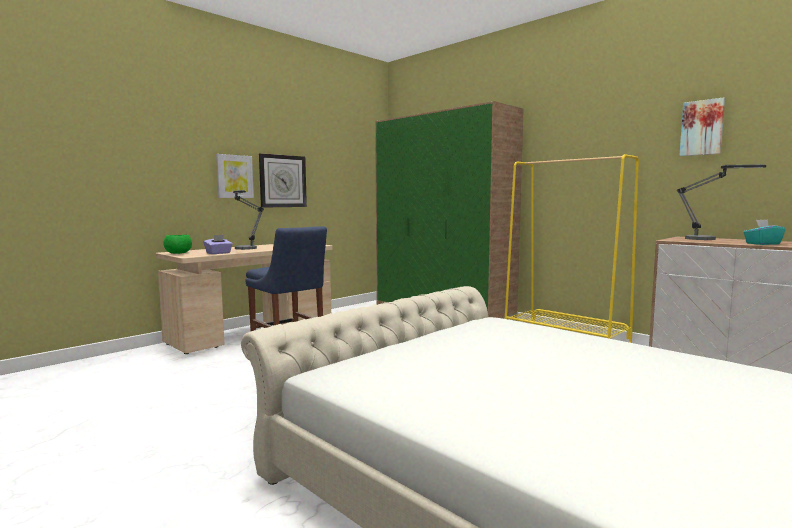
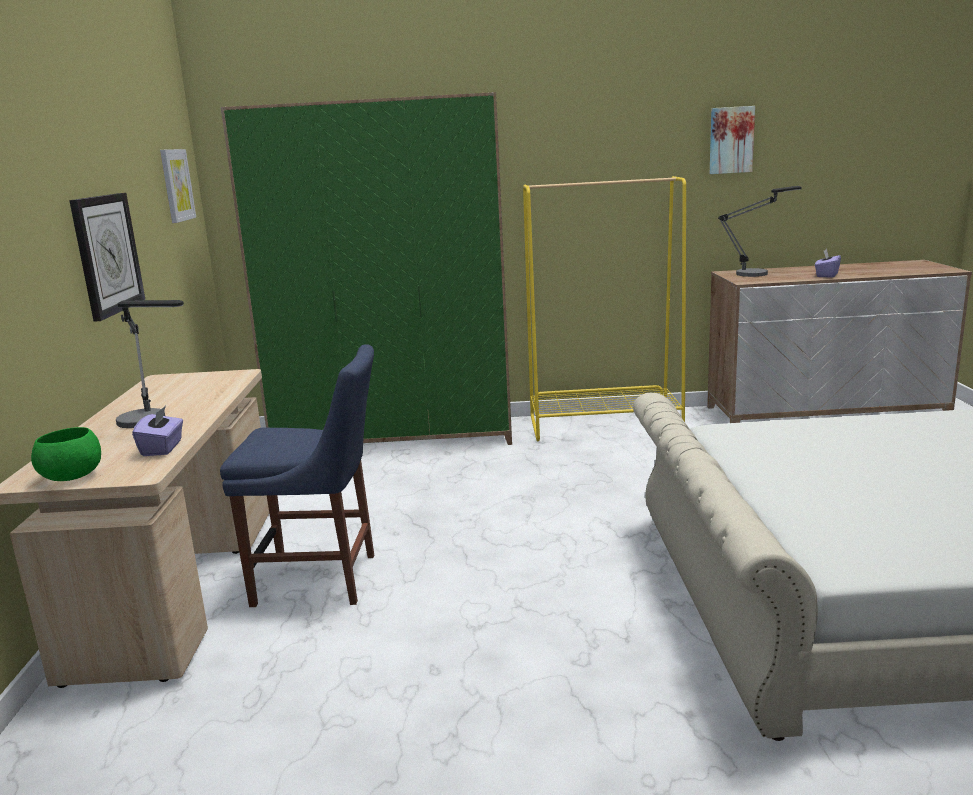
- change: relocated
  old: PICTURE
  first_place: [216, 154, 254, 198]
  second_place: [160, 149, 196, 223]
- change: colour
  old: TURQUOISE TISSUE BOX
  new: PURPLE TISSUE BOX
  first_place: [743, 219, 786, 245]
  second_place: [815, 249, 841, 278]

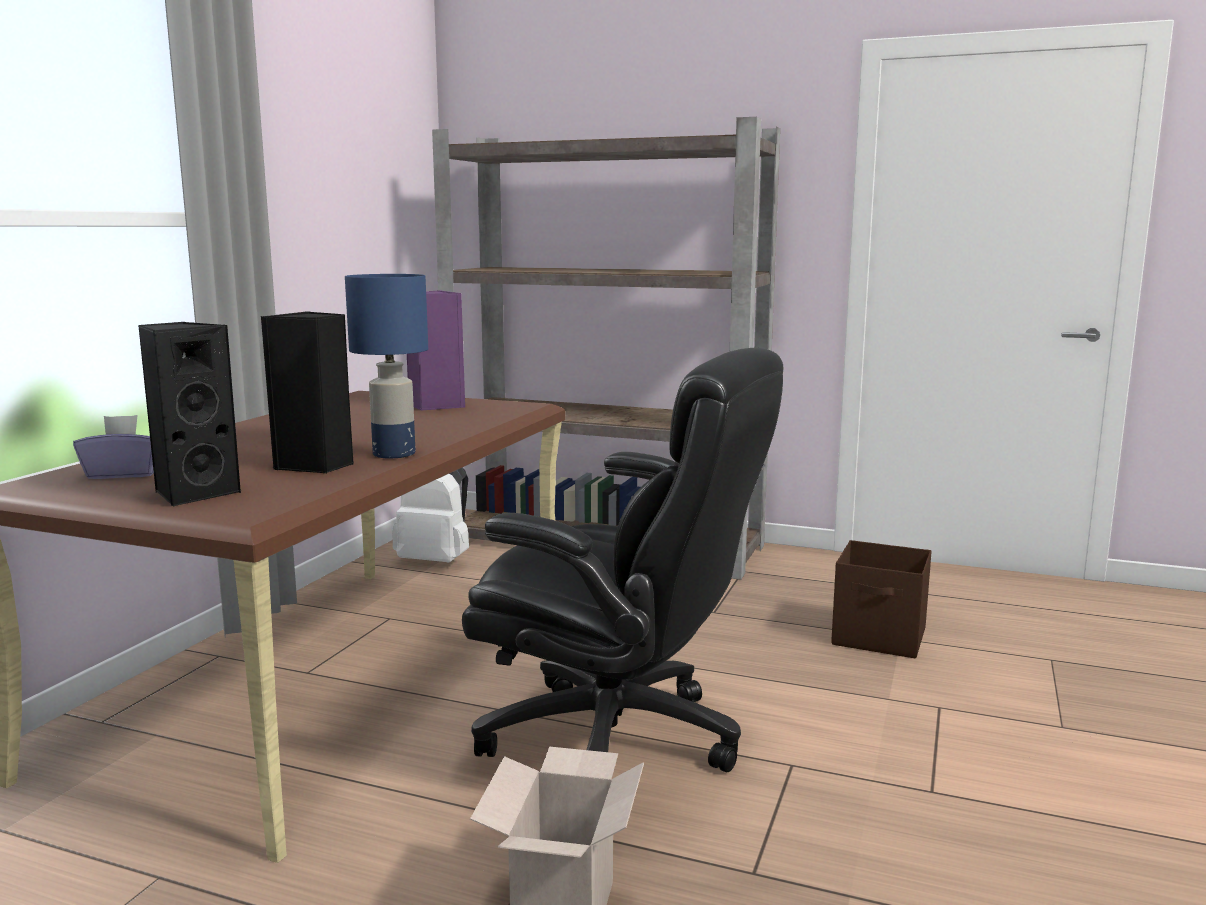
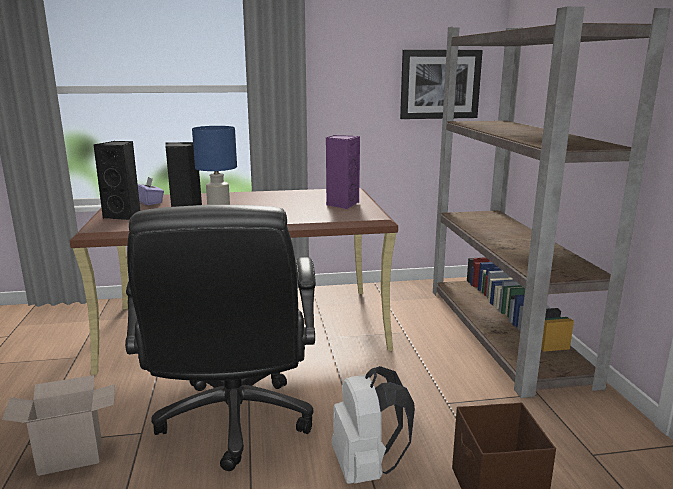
- change: relocated
  old: WHITE BACKPACK
  first_place: [392, 468, 469, 562]
  second_place: [331, 366, 415, 484]
- change: appeared
  new: PICTURE
  second_place: [400, 50, 483, 119]

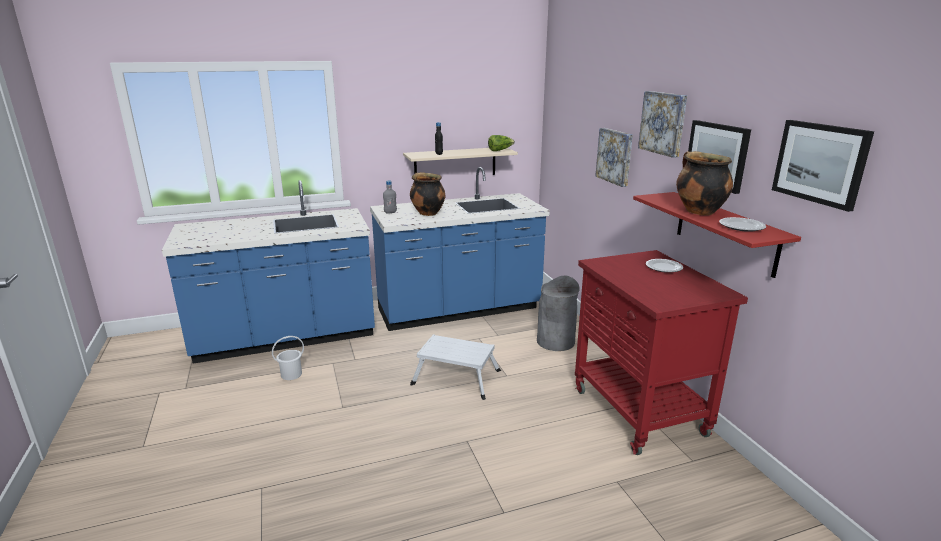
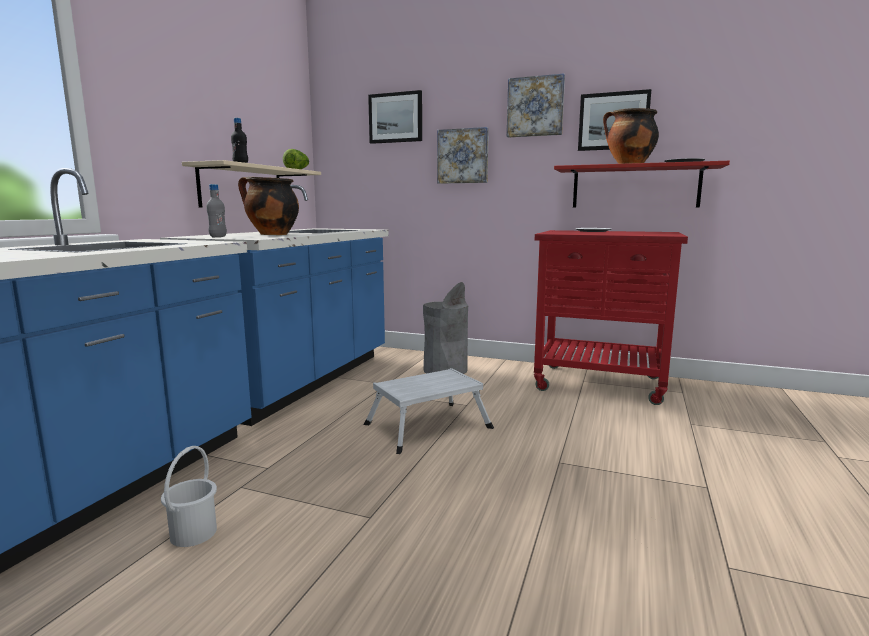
- change: relocated
  old: PICTURE
  first_place: [772, 120, 874, 212]
  second_place: [368, 90, 422, 144]

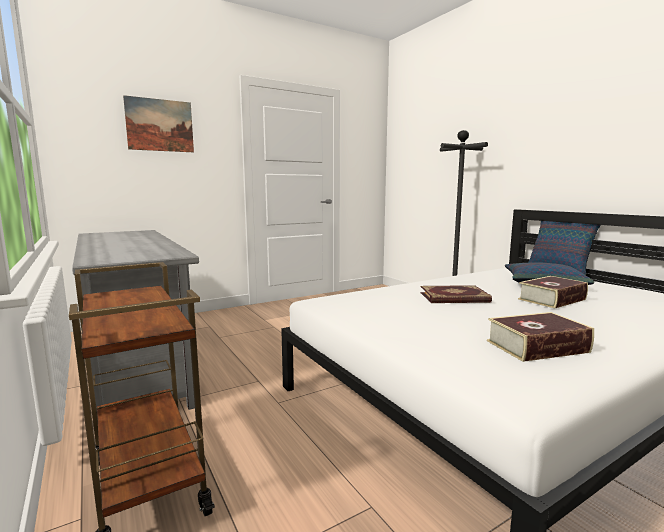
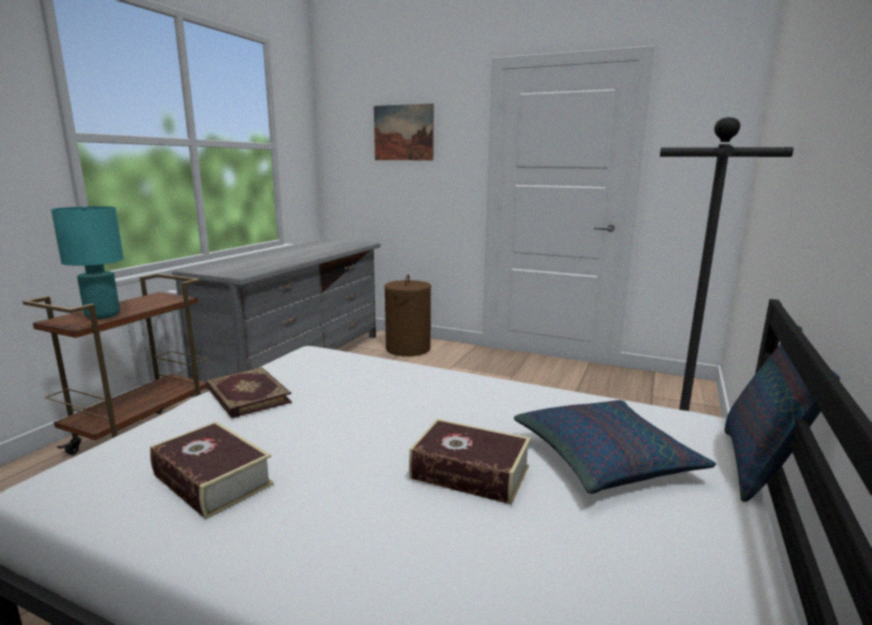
- change: relocated
  old: BOOK
  first_place: [420, 285, 492, 303]
  second_place: [206, 367, 292, 418]
- change: appeared
  new: TURQUOISE TABLE LAMP
  second_place: [51, 206, 124, 319]
- change: appeared
  new: BROWN LAUNDRY BASKET
  second_place: [384, 274, 431, 357]

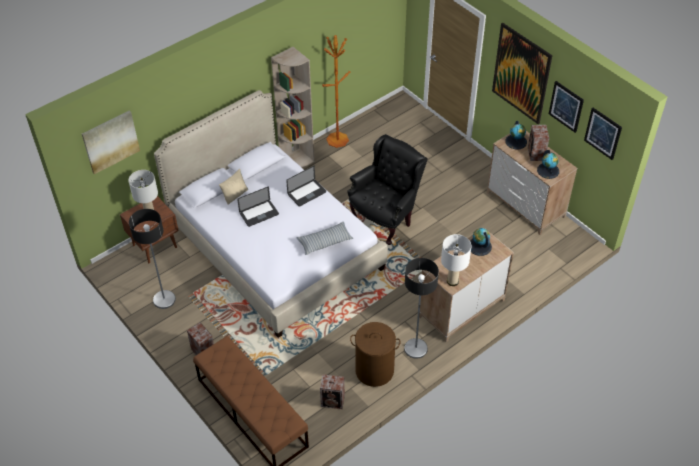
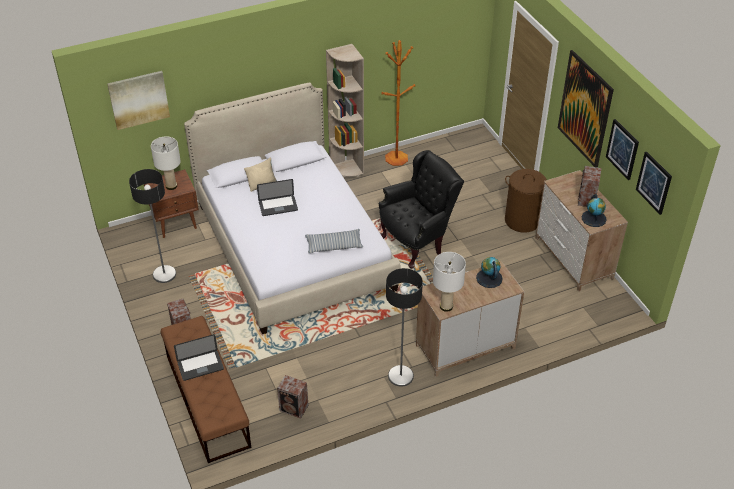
- change: relocated
  old: LAPTOP
  first_place: [286, 166, 326, 207]
  second_place: [174, 334, 224, 381]
- change: relocated
  old: BROWN LAUNDRY BASKET
  first_place: [350, 322, 401, 387]
  second_place: [505, 169, 547, 233]
- change: missing
  old: GLOBE
  first_place: [505, 121, 527, 150]

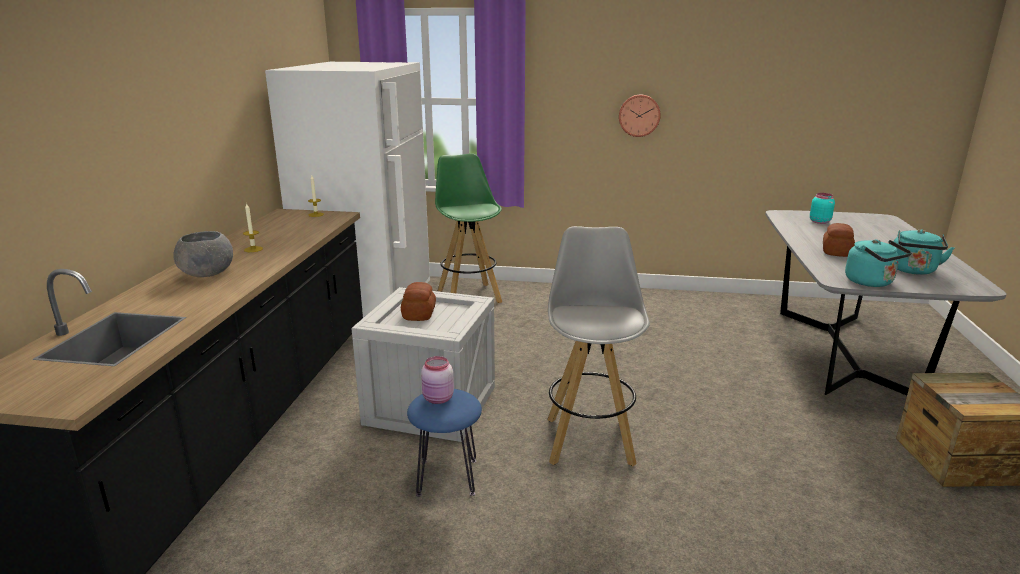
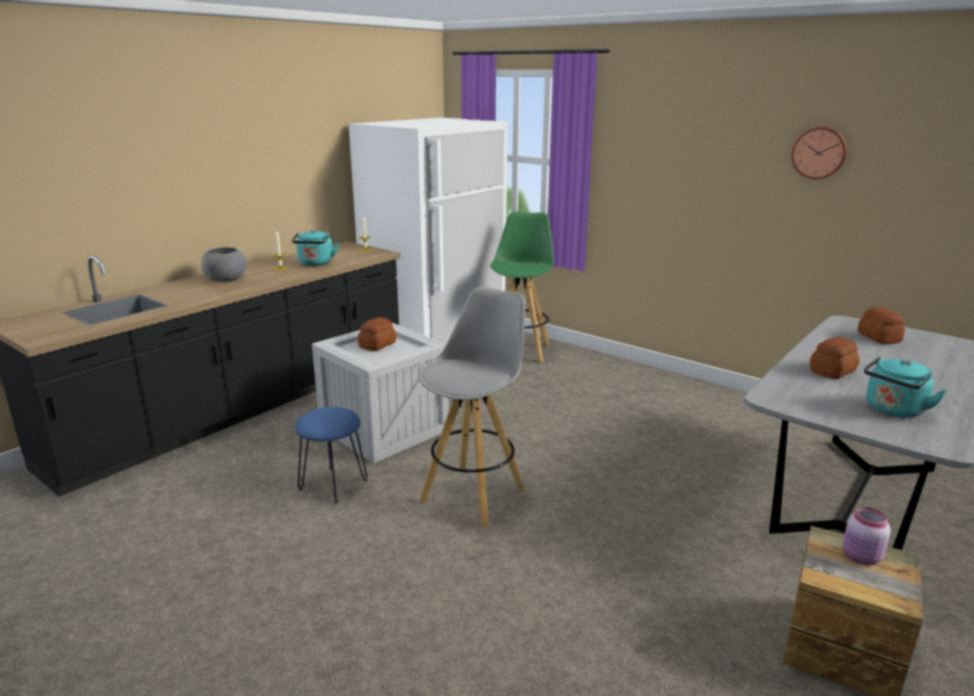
- change: relocated
  old: PINK JAR
  first_place: [421, 356, 454, 404]
  second_place: [843, 507, 891, 565]
- change: relocated
  old: WALL CLOCK
  first_place: [619, 95, 661, 137]
  second_place: [791, 127, 847, 179]
- change: exchanged
  old: TURQUOISE JAR
  new: BREAD
  first_place: [810, 193, 835, 224]
  second_place: [858, 307, 905, 344]
- change: relocated
  old: TURQUOISE KETTLE
  first_place: [845, 239, 912, 287]
  second_place: [292, 230, 339, 266]

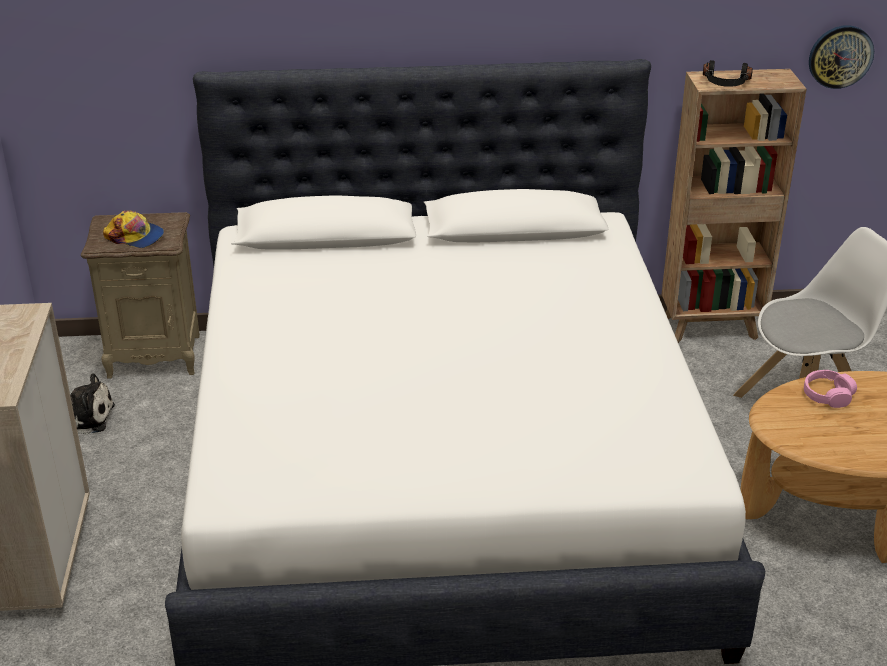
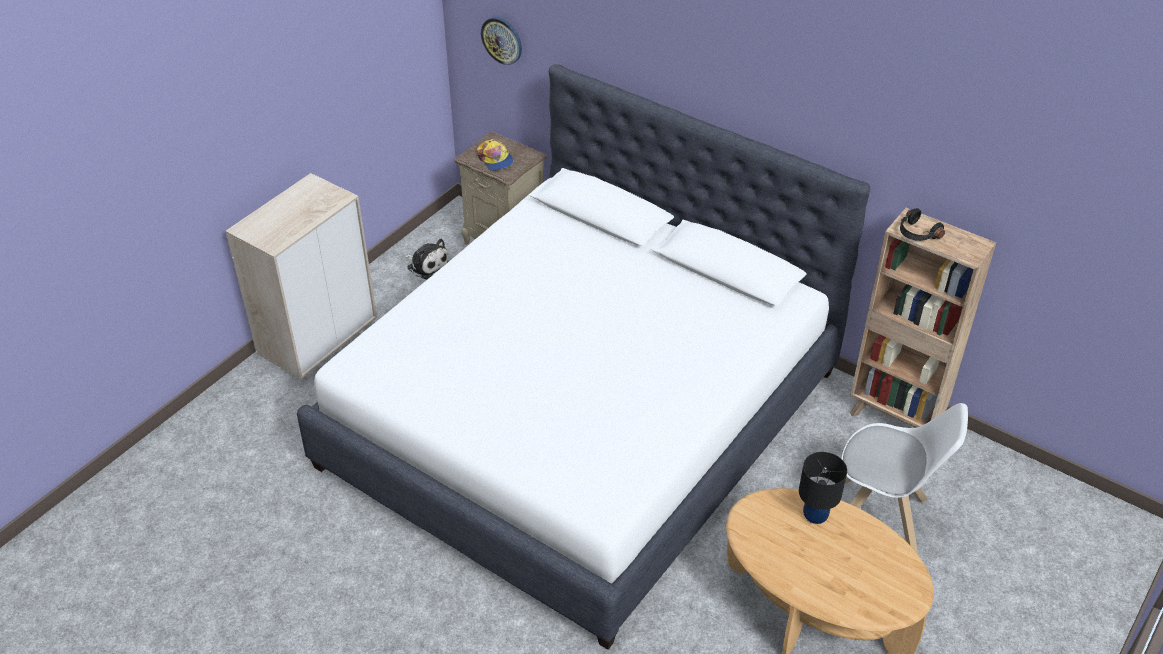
- change: exchanged
  old: PINK HEADPHONES
  new: BLACK TABLE LAMP
  first_place: [804, 370, 857, 408]
  second_place: [799, 452, 847, 524]
- change: relocated
  old: WALL CLOCK
  first_place: [809, 25, 874, 89]
  second_place: [481, 17, 522, 65]

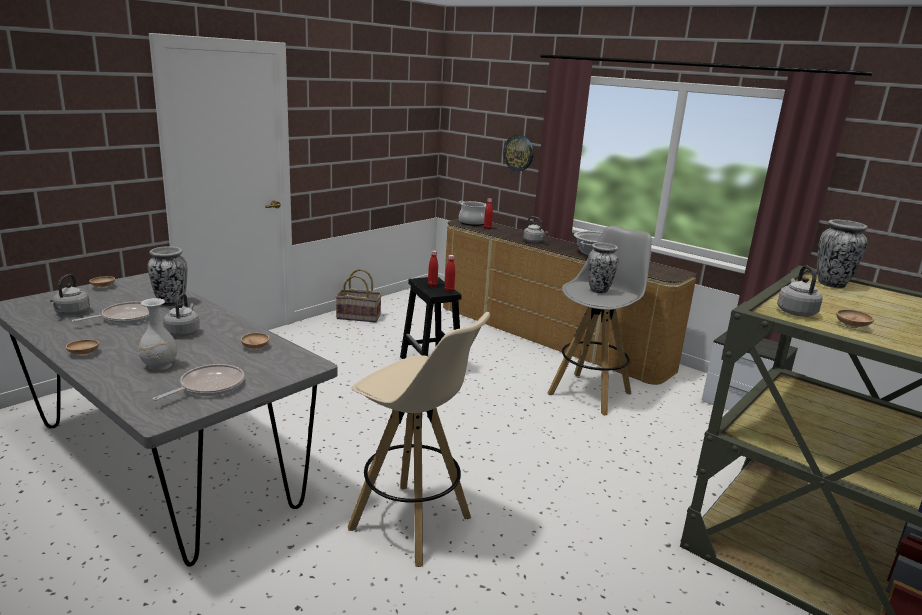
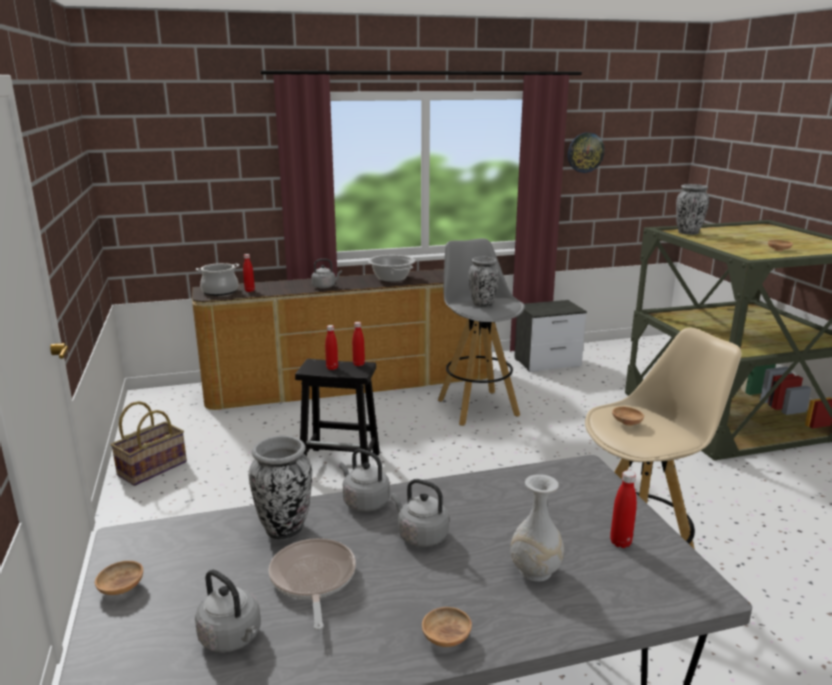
- change: exchanged
  old: FRYING PAN
  new: RED BOTTLE
  first_place: [153, 364, 244, 401]
  second_place: [610, 470, 637, 548]
- change: relocated
  old: BROWN BOWL
  first_place: [241, 333, 270, 350]
  second_place: [612, 407, 644, 426]
- change: relocated
  old: WALL CLOCK
  first_place: [503, 135, 534, 171]
  second_place: [568, 132, 604, 173]
- change: relocated
  old: GREY KETTLE
  first_place: [777, 265, 823, 316]
  second_place: [339, 449, 390, 512]

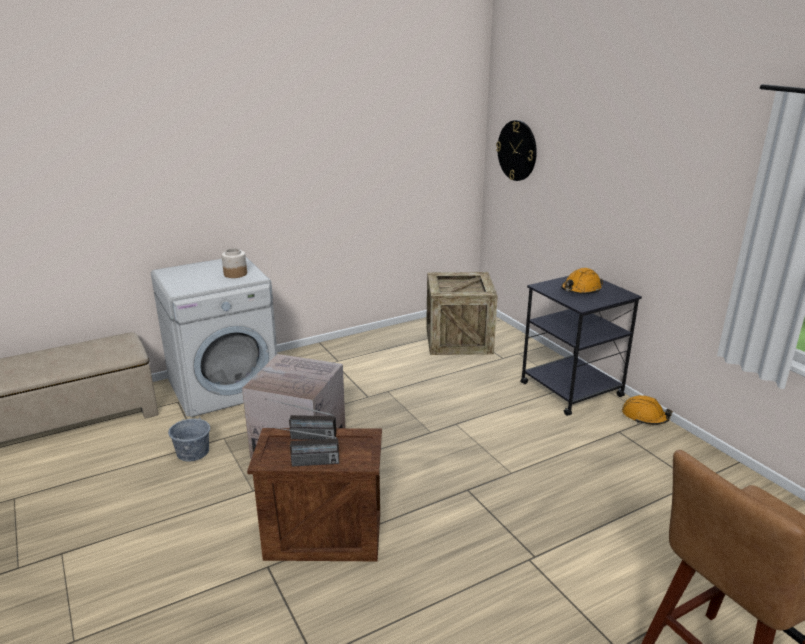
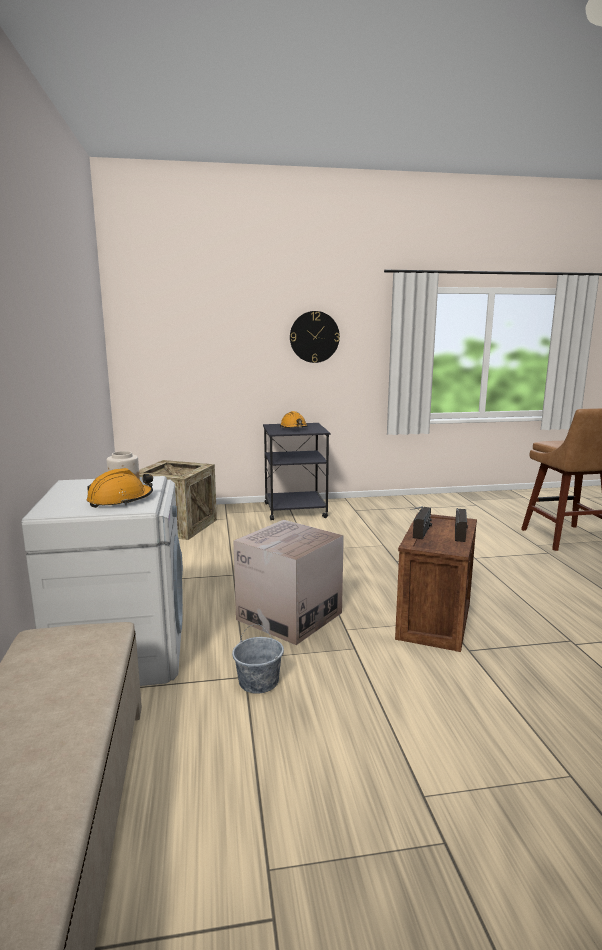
- change: relocated
  old: WALL CLOCK
  first_place: [496, 120, 537, 181]
  second_place: [290, 311, 340, 363]
- change: relocated
  old: ORANGE HARD HAT
  first_place: [622, 395, 673, 425]
  second_place: [87, 468, 153, 508]

